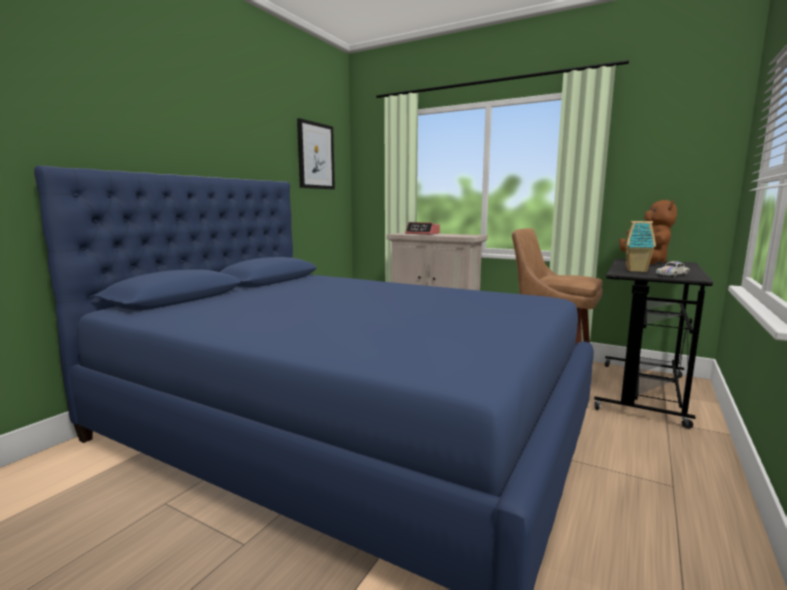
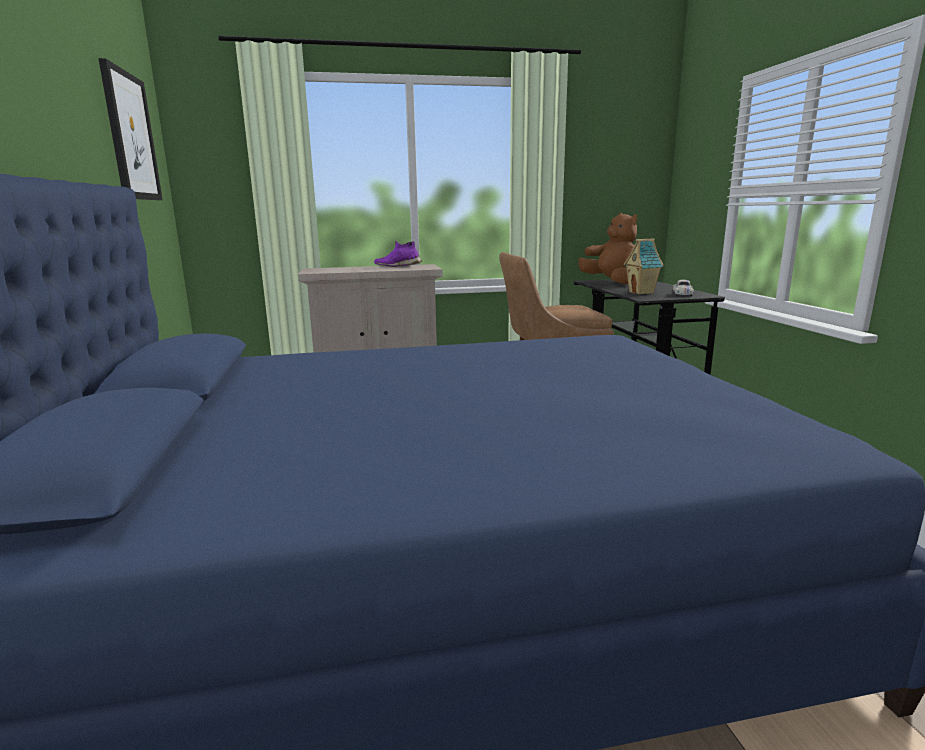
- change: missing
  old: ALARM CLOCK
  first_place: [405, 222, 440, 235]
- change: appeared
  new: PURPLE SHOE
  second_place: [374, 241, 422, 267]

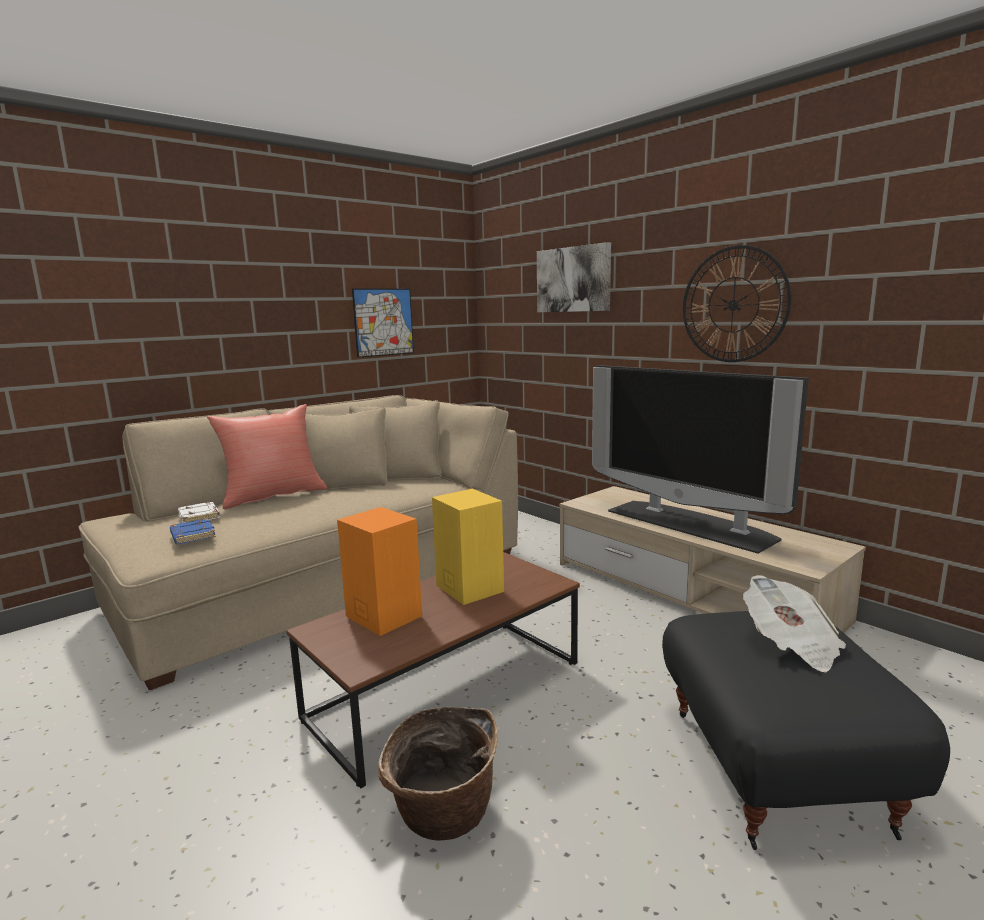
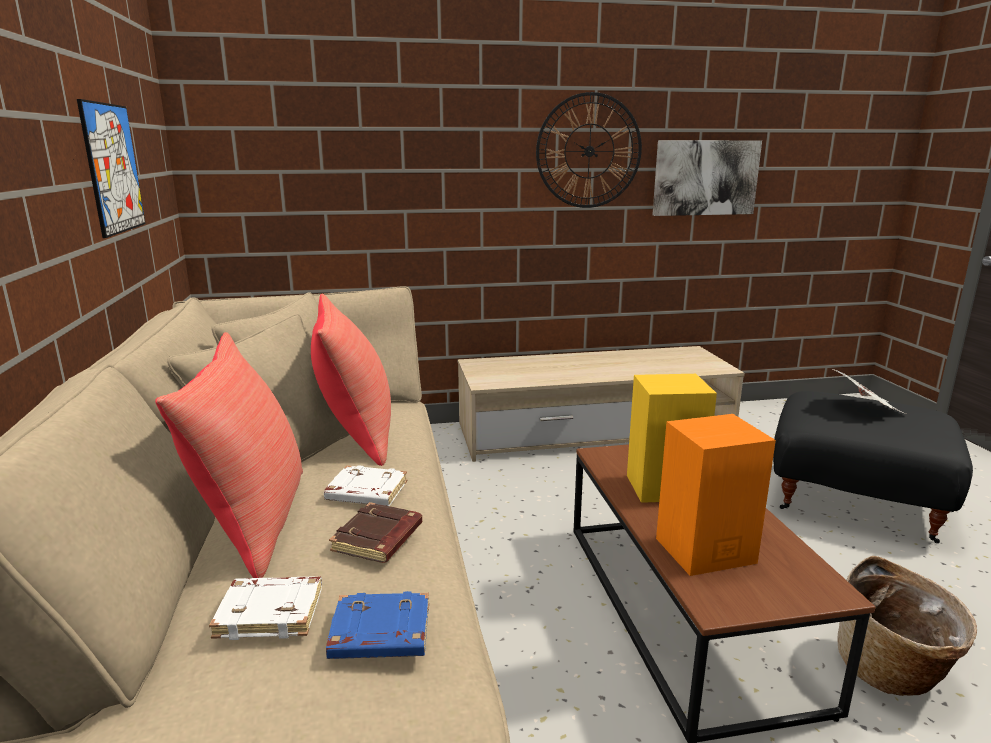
- change: relocated
  old: PICTURE
  first_place: [537, 242, 611, 312]
  second_place: [652, 140, 762, 216]
- change: missing
  old: TELEVISION
  first_place: [592, 365, 809, 554]
- change: appeared
  new: RED PILLOW
  second_place: [311, 294, 391, 466]
- change: appeared
  new: WHITE BOOK
  second_place: [324, 465, 407, 506]
- change: appeared
  new: BROWN BOOK
  second_place: [329, 502, 422, 563]

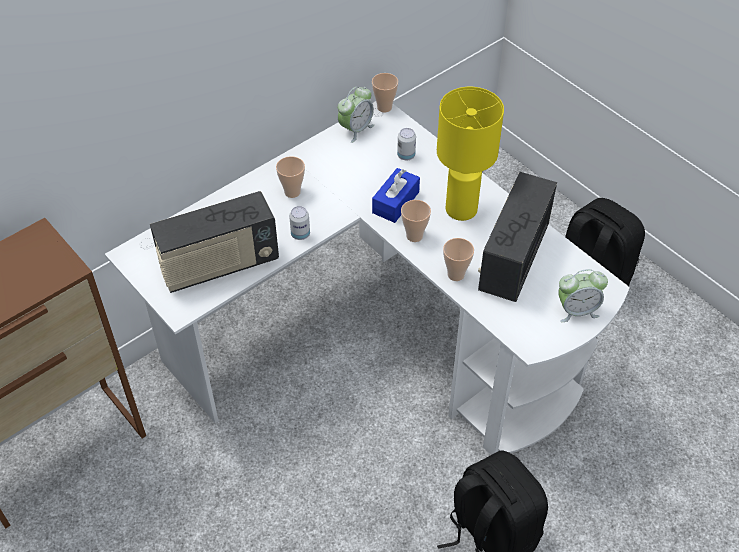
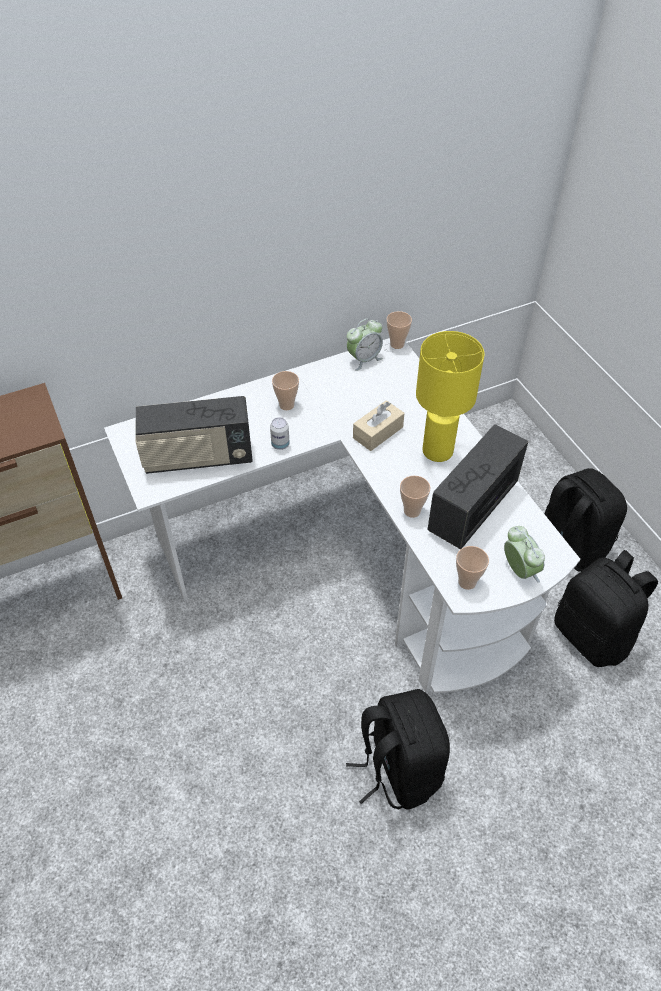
- change: colour
  old: BLUE TISSUE BOX
  new: BEIGE TISSUE BOX
  first_place: [372, 168, 420, 223]
  second_place: [353, 400, 405, 451]
- change: missing
  old: CAN
  first_place: [397, 128, 416, 160]
- change: relocated
  old: CUP
  first_place: [401, 200, 431, 242]
  second_place: [456, 546, 489, 590]
- change: spun
  old: ALARM CLOCK
  first_place: [558, 269, 608, 322]
  second_place: [504, 526, 545, 583]
  degrees: -120
- change: appeared
  new: BLACK BACKPACK
  second_place: [554, 550, 658, 667]

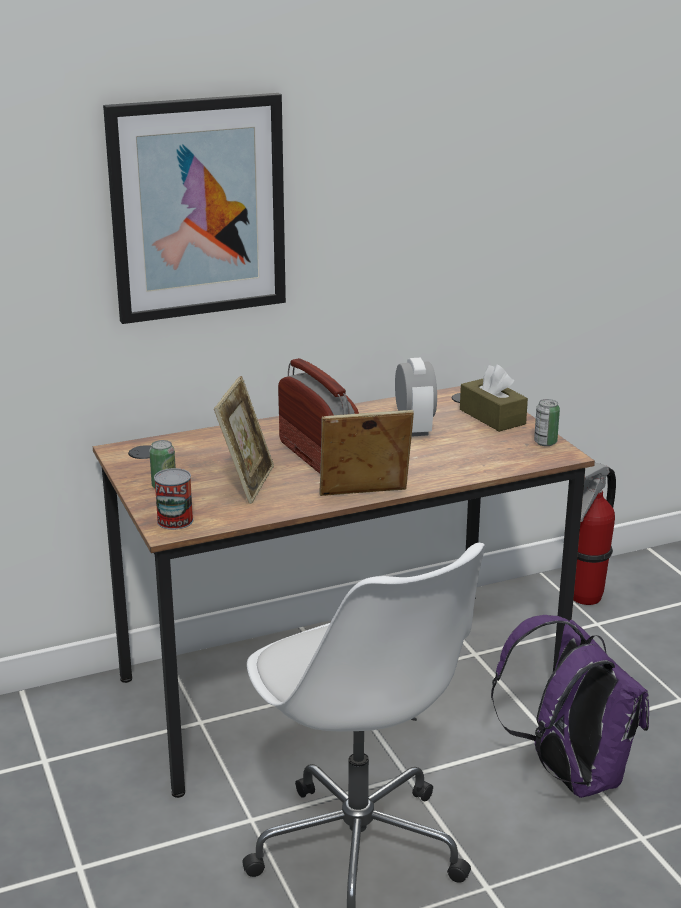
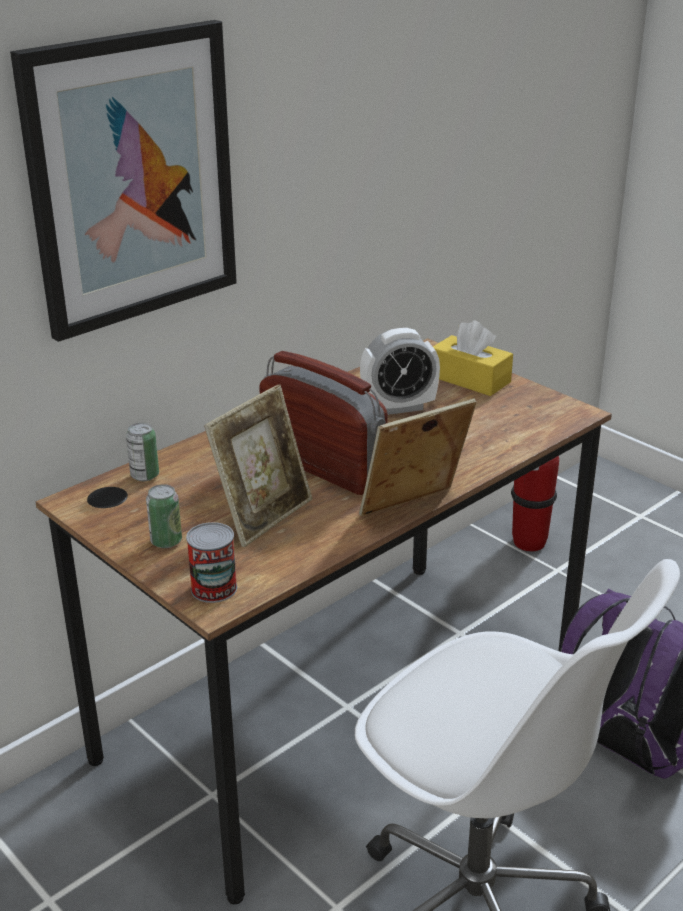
- change: spun
  old: PICTURE FRAME
  first_place: [214, 376, 274, 504]
  second_place: [204, 384, 312, 547]
  degrees: 45
- change: spun
  old: ALARM CLOCK
  first_place: [395, 358, 437, 437]
  second_place: [360, 328, 440, 415]
  degrees: 105
- change: colour
  old: BROWN TISSUE BOX
  new: YELLOW TISSUE BOX
  first_place: [460, 364, 528, 432]
  second_place: [433, 320, 513, 396]
- change: relocated
  old: CAN
  first_place: [534, 399, 560, 446]
  second_place: [126, 423, 159, 481]

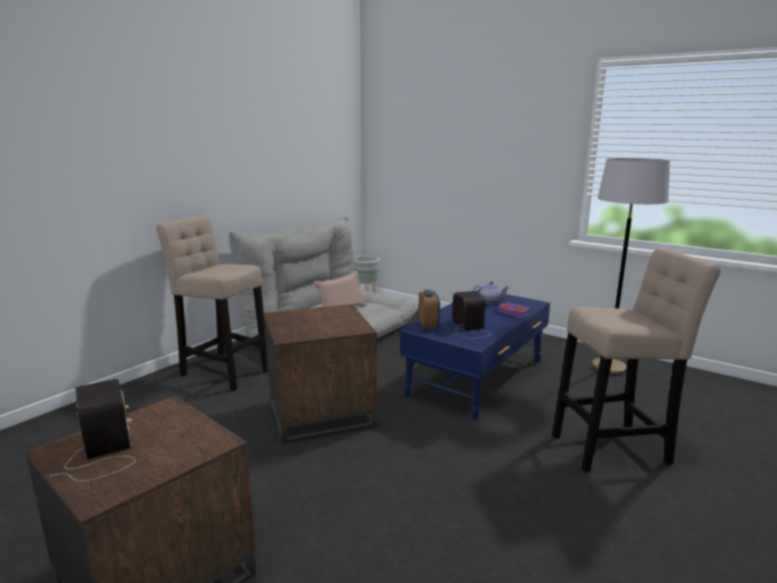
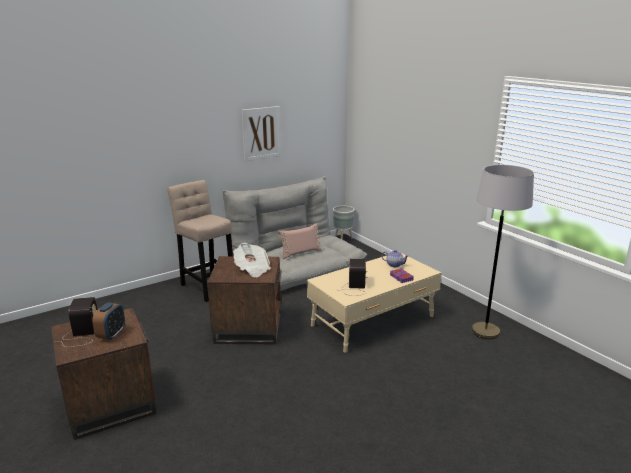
- change: colour
  old: BLUE COFFEE TABLE
  new: BEIGE COFFEE TABLE
  first_place: [400, 289, 550, 420]
  second_place: [307, 253, 442, 353]
- change: relocated
  old: ALARM CLOCK
  first_place: [418, 290, 440, 329]
  second_place: [93, 302, 125, 340]
- change: missing
  old: BEIGE STOOL
  first_place: [552, 248, 720, 472]
- change: appeared
  new: NEWSPAPER
  second_place: [233, 243, 271, 278]
- change: appeared
  new: PICTURE
  second_place: [242, 106, 281, 161]

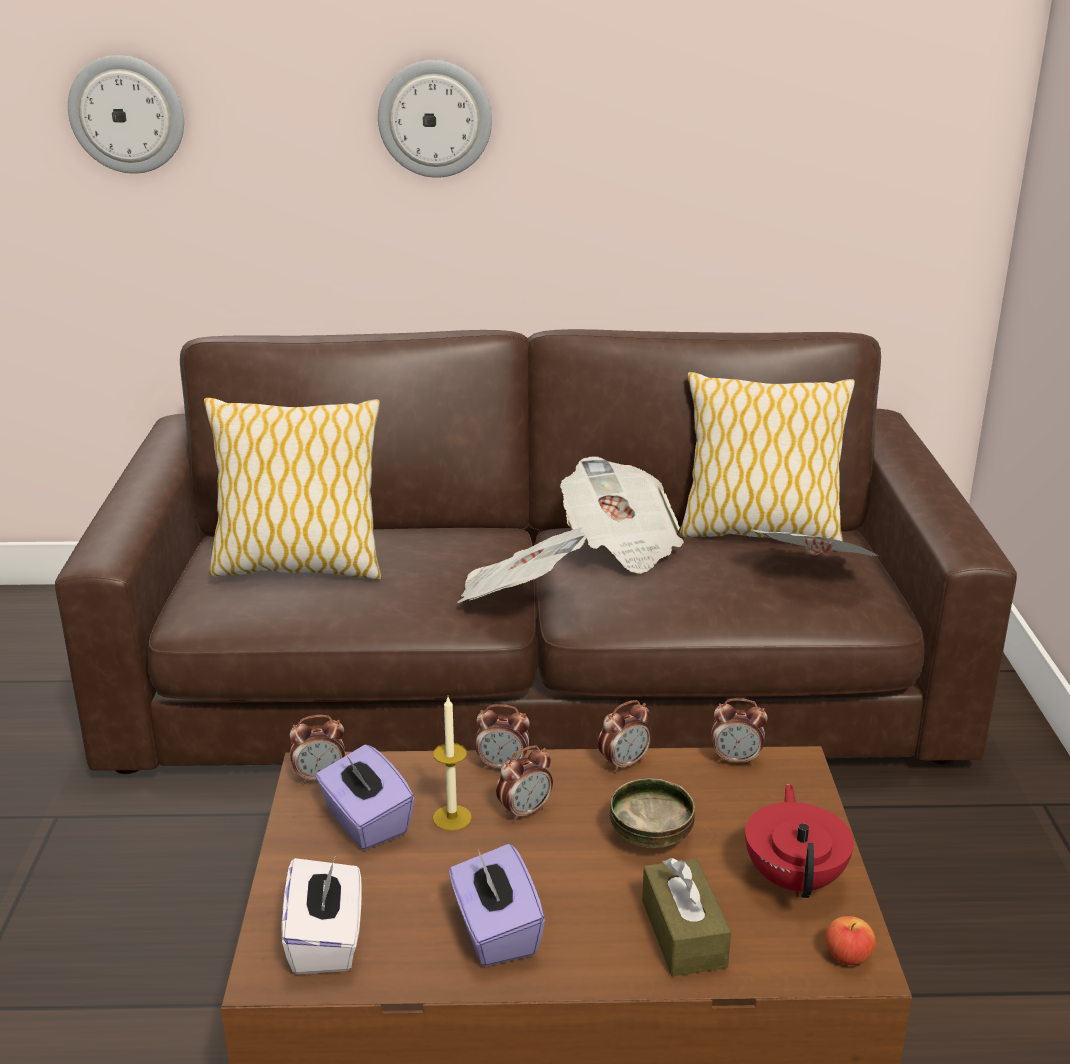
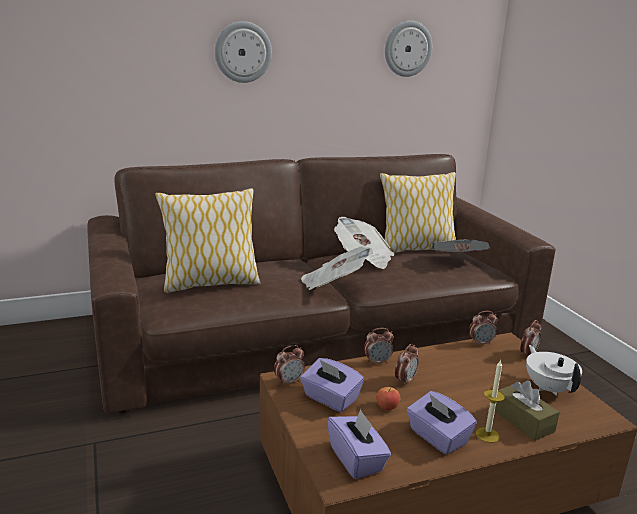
- change: relocated
  old: WALL CLOCK
  first_place: [68, 55, 184, 174]
  second_place: [385, 21, 432, 77]
- change: colour
  old: WHITE TISSUE BOX
  new: PURPLE TISSUE BOX
  first_place: [281, 858, 362, 974]
  second_place: [327, 409, 391, 479]
- change: relocated
  old: CANDLE
  first_place: [433, 697, 472, 831]
  second_place: [476, 359, 505, 443]
- change: relocated
  old: ALARM CLOCK
  first_place: [598, 700, 652, 773]
  second_place: [520, 320, 541, 355]
- change: missing
  old: BOWL
  first_place: [610, 778, 695, 848]
- change: colour
  old: RED TEAPOT
  new: WHITE TEAPOT
  first_place: [745, 784, 854, 898]
  second_place: [526, 345, 582, 396]
- change: relocated
  old: APPLE
  first_place: [825, 916, 876, 965]
  second_place: [376, 387, 400, 410]

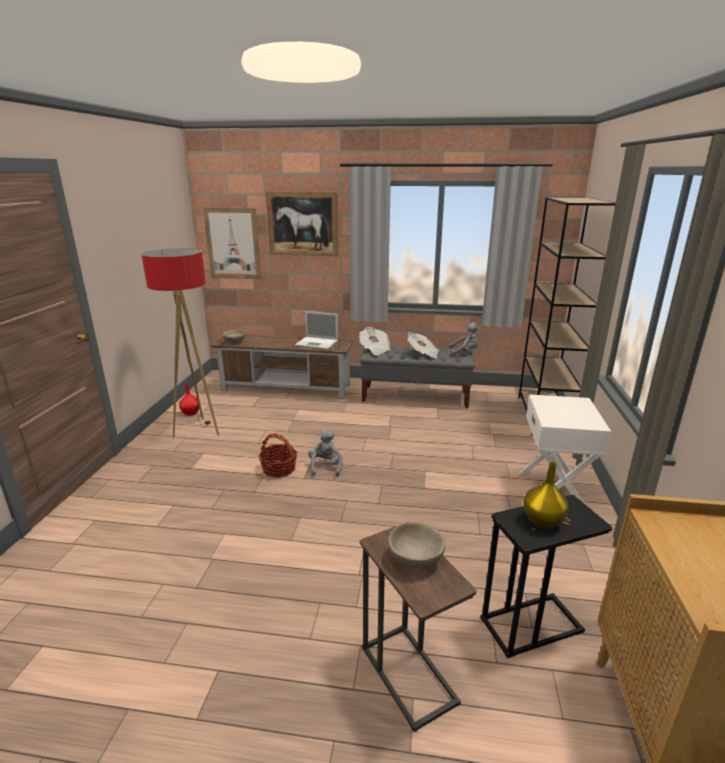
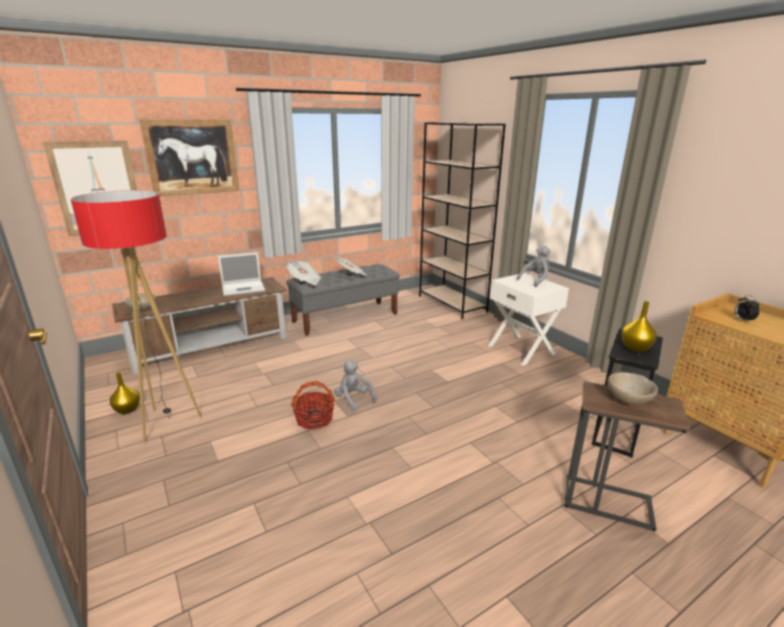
- change: colour
  old: RED VASE
  new: YELLOW VASE
  first_place: [179, 383, 199, 416]
  second_place: [110, 372, 140, 414]
- change: relocated
  old: GREY PLUSH TOY
  first_place: [449, 322, 480, 356]
  second_place: [517, 246, 550, 287]
- change: appeared
  new: ALARM CLOCK
  second_place: [735, 295, 760, 323]

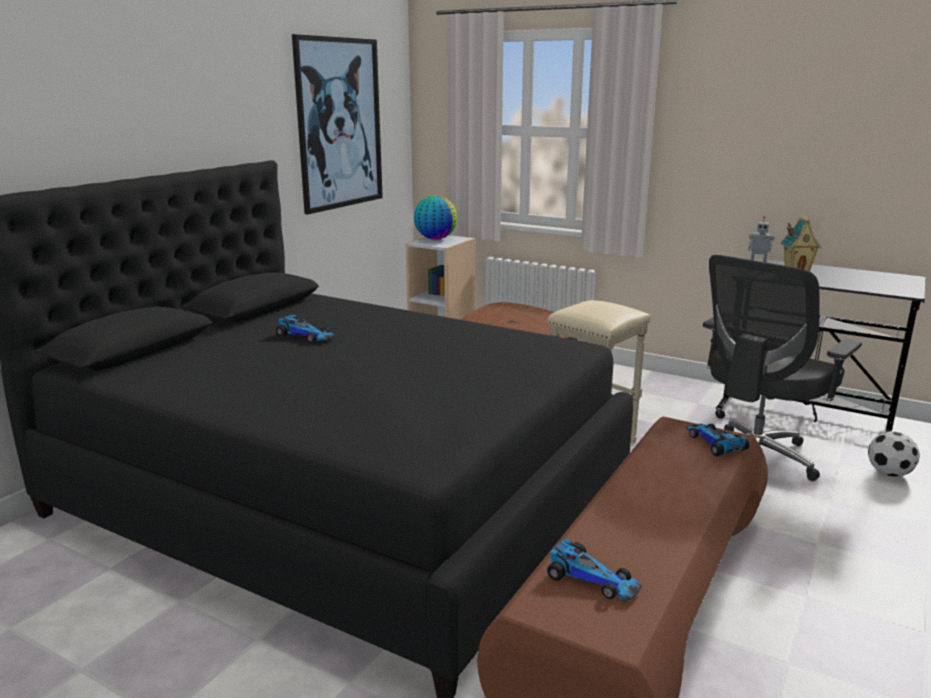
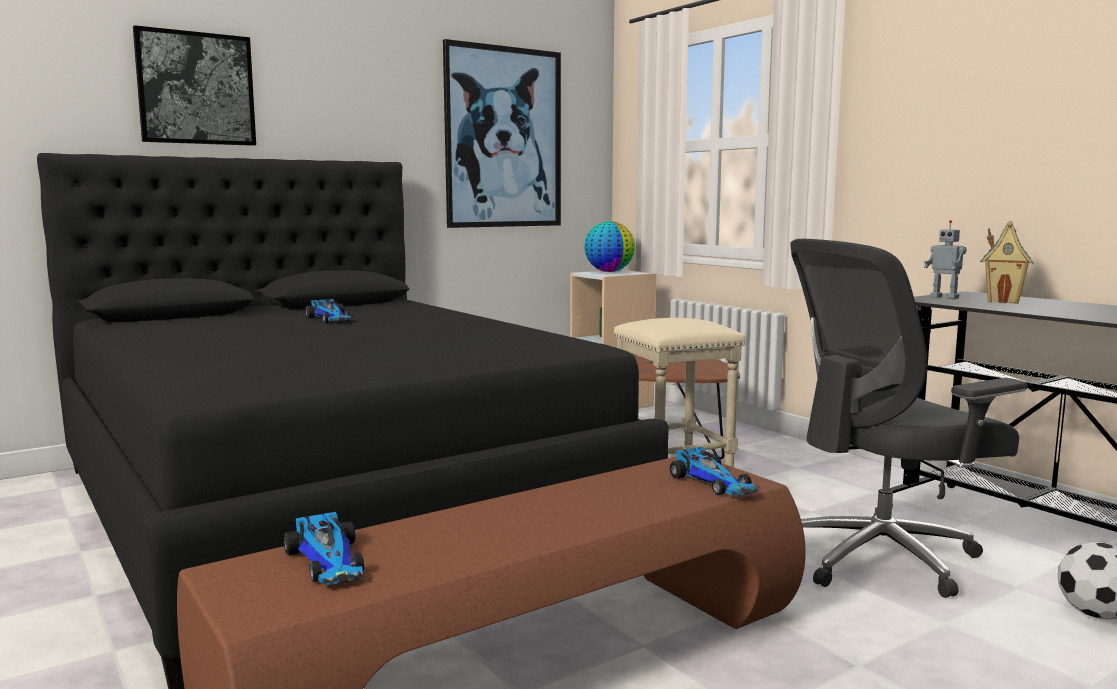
- change: spun
  old: TOY CAR
  first_place: [685, 424, 749, 456]
  second_place: [670, 447, 758, 496]
  degrees: 150
- change: appeared
  new: PICTURE
  second_place: [133, 25, 256, 146]

